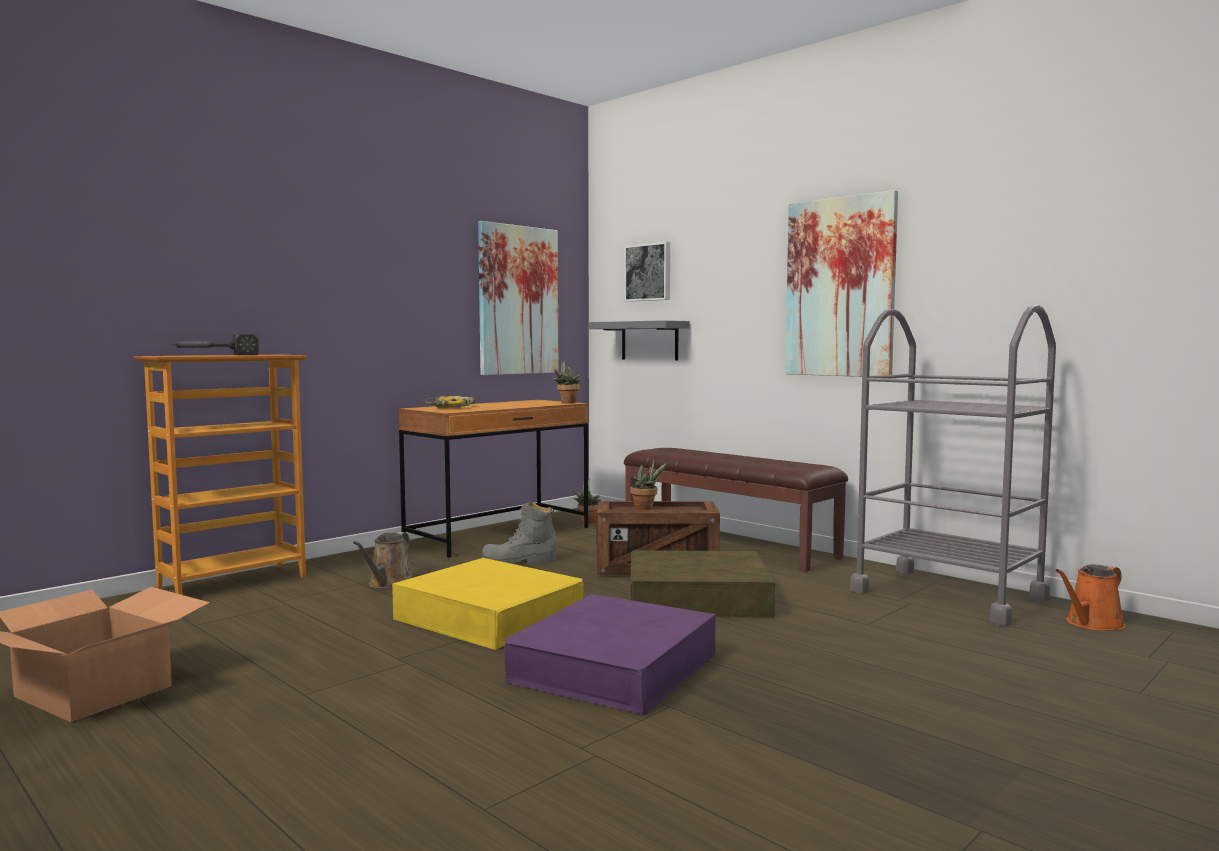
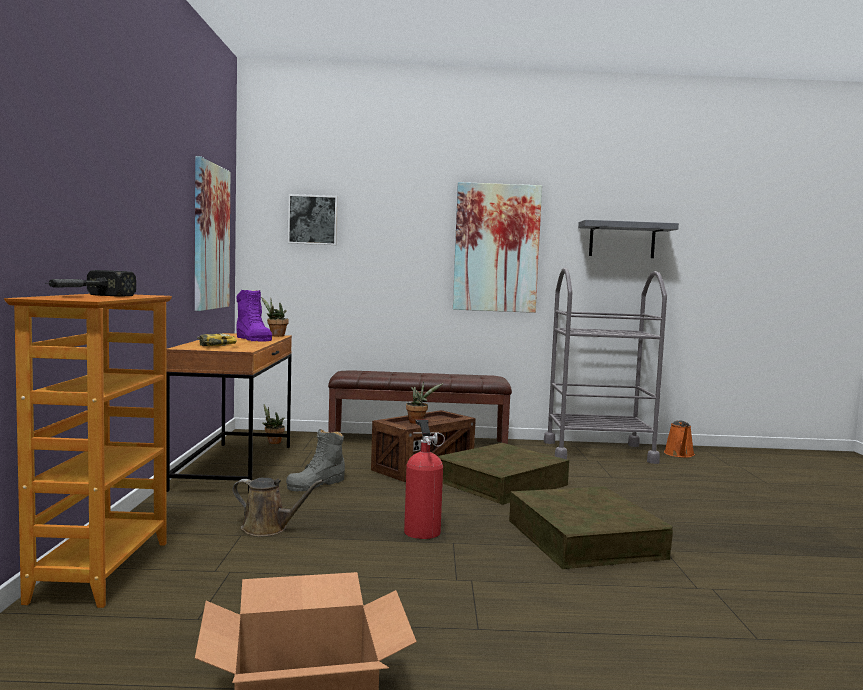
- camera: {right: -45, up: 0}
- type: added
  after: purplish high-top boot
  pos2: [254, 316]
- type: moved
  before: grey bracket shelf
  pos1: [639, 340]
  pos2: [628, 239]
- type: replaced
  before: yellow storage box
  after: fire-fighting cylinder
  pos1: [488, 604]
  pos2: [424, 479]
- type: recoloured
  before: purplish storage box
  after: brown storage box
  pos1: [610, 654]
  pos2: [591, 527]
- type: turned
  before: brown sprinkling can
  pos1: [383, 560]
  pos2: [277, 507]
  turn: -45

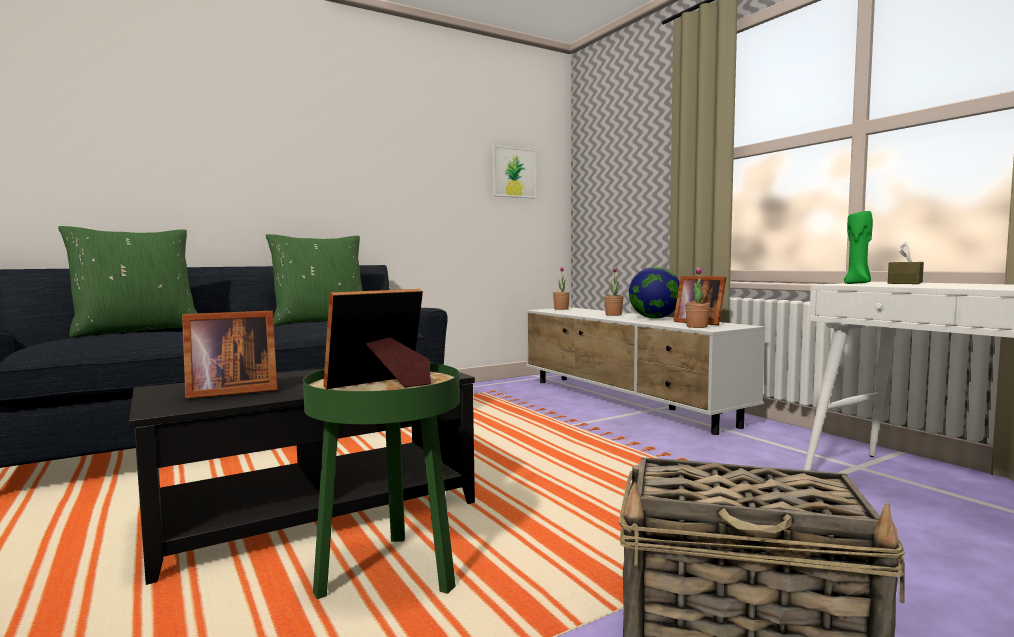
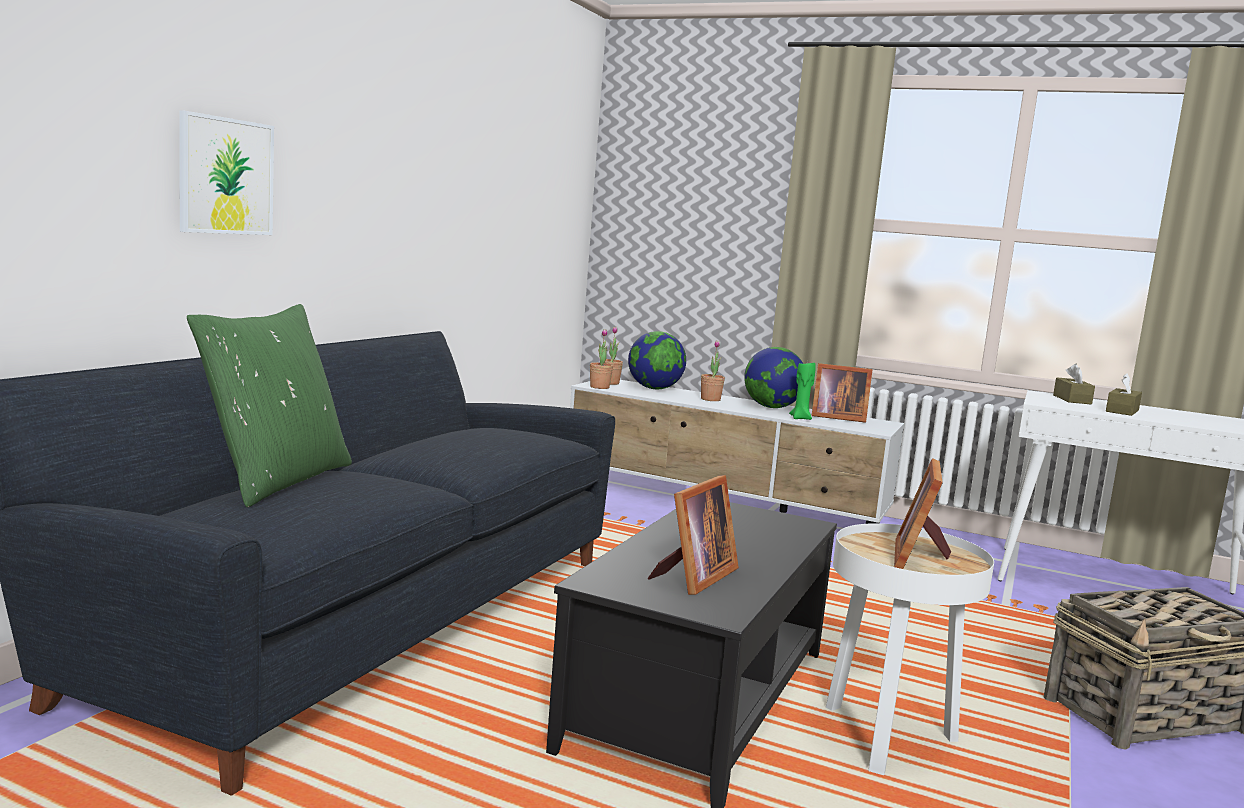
- camera: {right: -35, up: 5}
- type: removed
  before: green-coloured throw pillow
  pos1: [314, 280]
- type: added
  after: desk globe
  pos2: [657, 360]
- type: added
  after: brown tissue holder
  pos2: [1124, 394]
- type: moved
  before: wall art
  pos1: [513, 171]
  pos2: [226, 172]
- type: moved
  before: houseplant
  pos1: [697, 297]
  pos2: [601, 359]
- type: moved
  before: green-coloured wax light
  pos1: [858, 247]
  pos2: [802, 391]
- type: recoloured
  before: green-coloured end table
  after: white-coloured end table
  pos1: [381, 481]
  pos2: [910, 649]

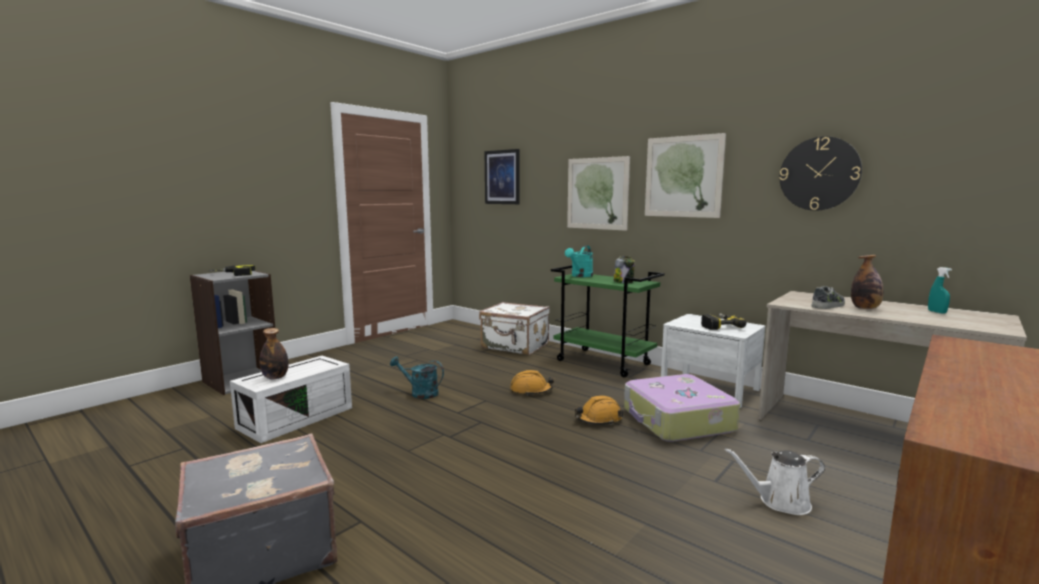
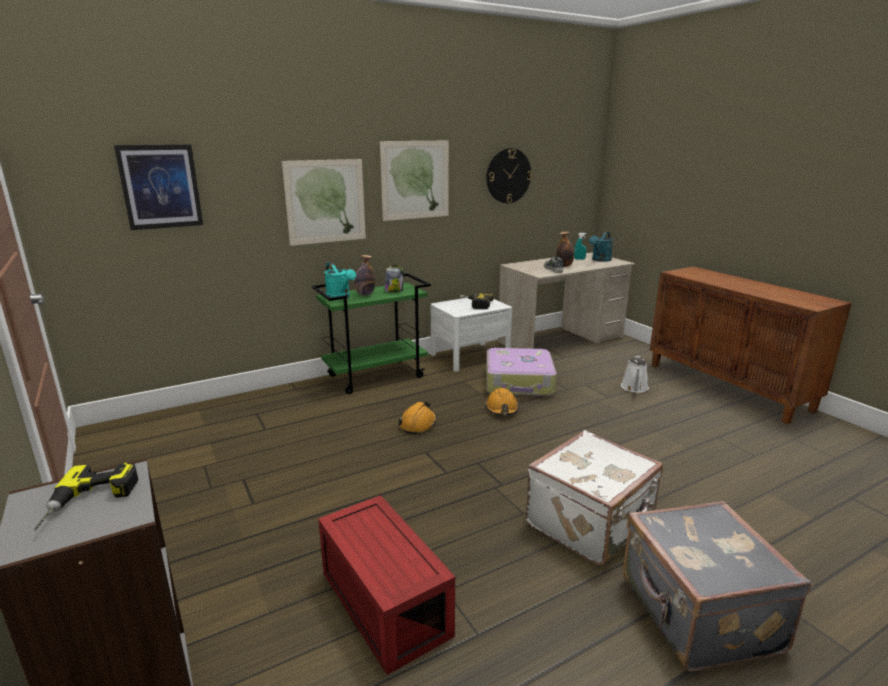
- camera: {right: -70, up: 10}
- type: moved
  before: drink bottle
  pos1: [274, 353]
  pos2: [365, 275]
- type: moved
  before: turquoise sprinkling can
  pos1: [417, 377]
  pos2: [601, 247]
- type: moved
  before: white-coloured travel case
  pos1: [514, 328]
  pos2: [594, 497]
- type: recoloured
  before: white-coloured storage box
  after: reddish storage box
  pos1: [291, 399]
  pos2: [386, 585]

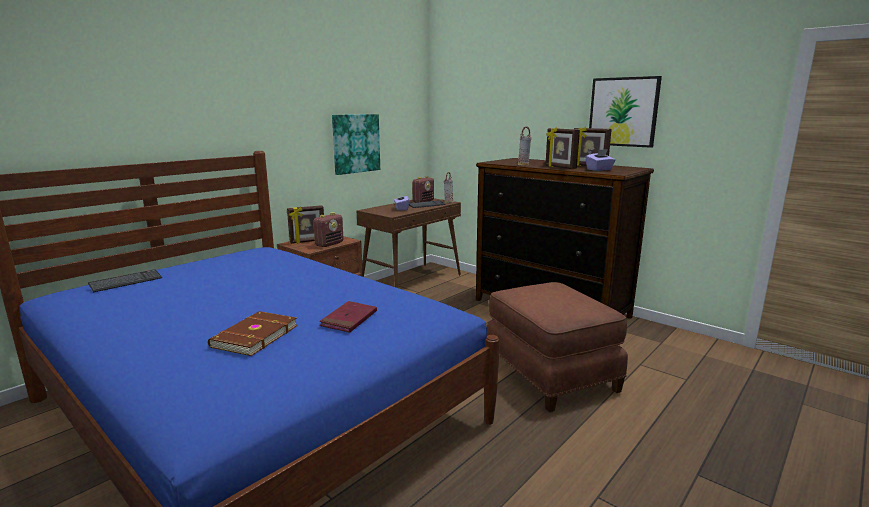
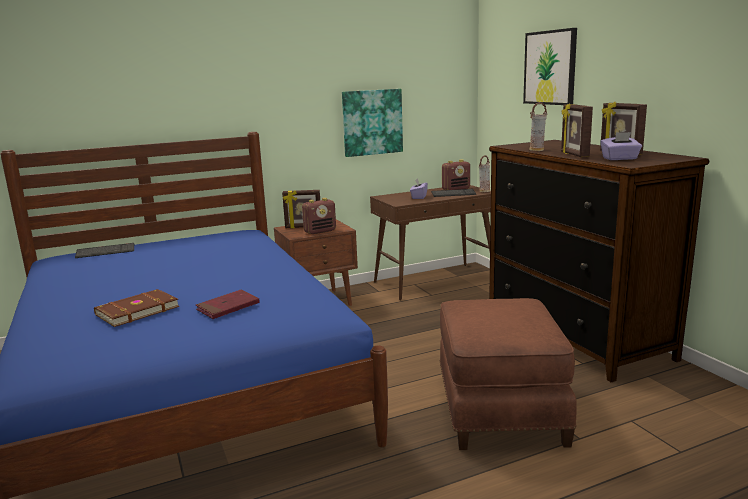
- camera: {right: 25, up: 0}
- type: moved
  before: wall art
  pos1: [625, 112]
  pos2: [550, 66]

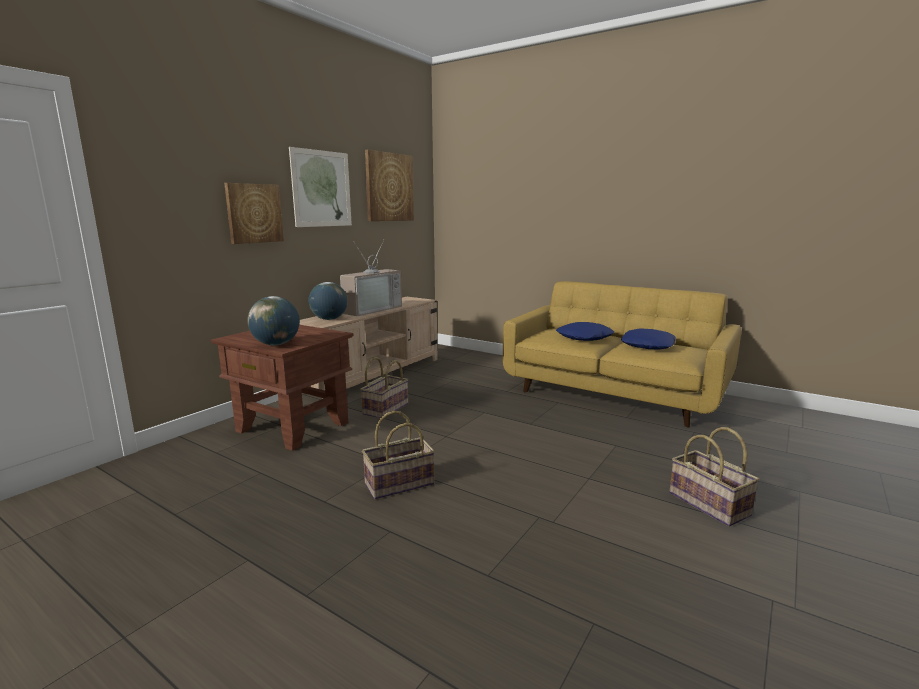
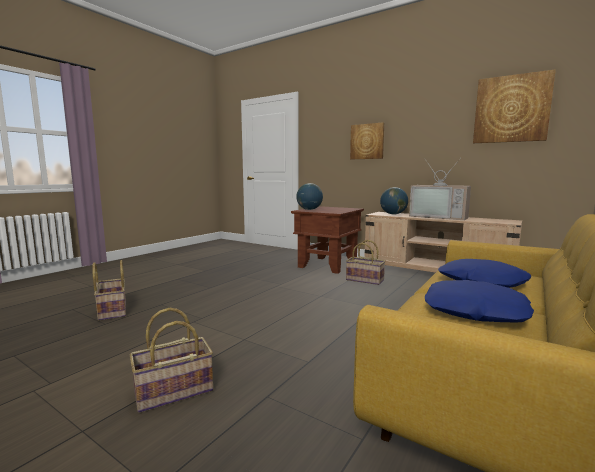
- camera: {right: 90, up: -5}
- type: removed
  before: wall art
  pos1: [320, 187]
- type: moved
  before: household basket
  pos1: [398, 455]
  pos2: [109, 290]

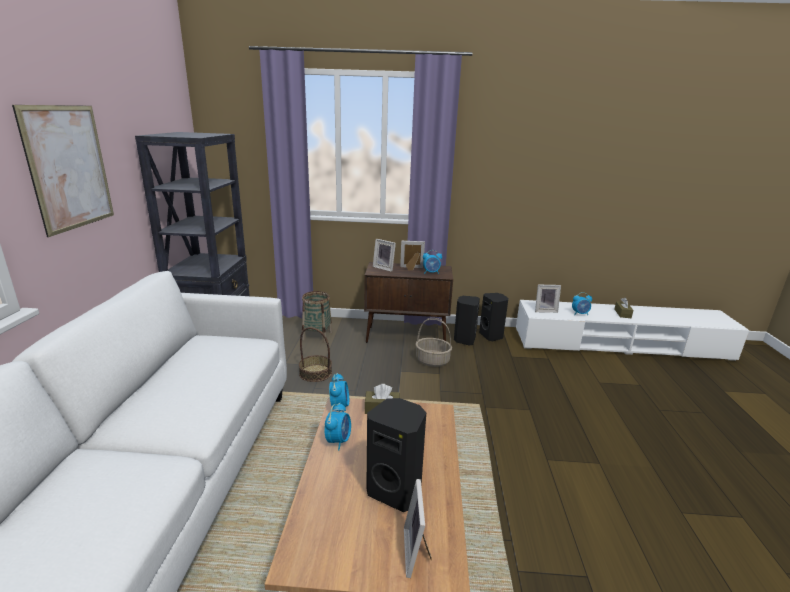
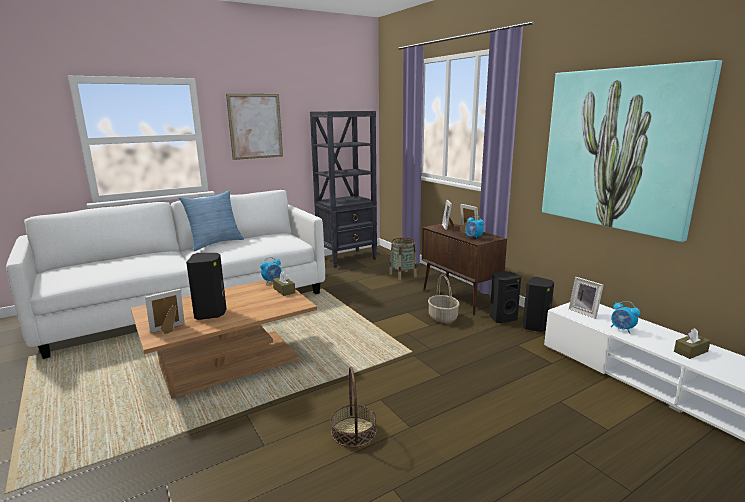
- camera: {right: 55, up: -5}
- type: removed
  before: bedside clock
  pos1: [337, 426]
- type: added
  after: throw pillow
  pos2: [211, 220]
- type: added
  after: wall art
  pos2: [632, 151]
- type: moved
  before: household basket
  pos1: [315, 354]
  pos2: [353, 407]

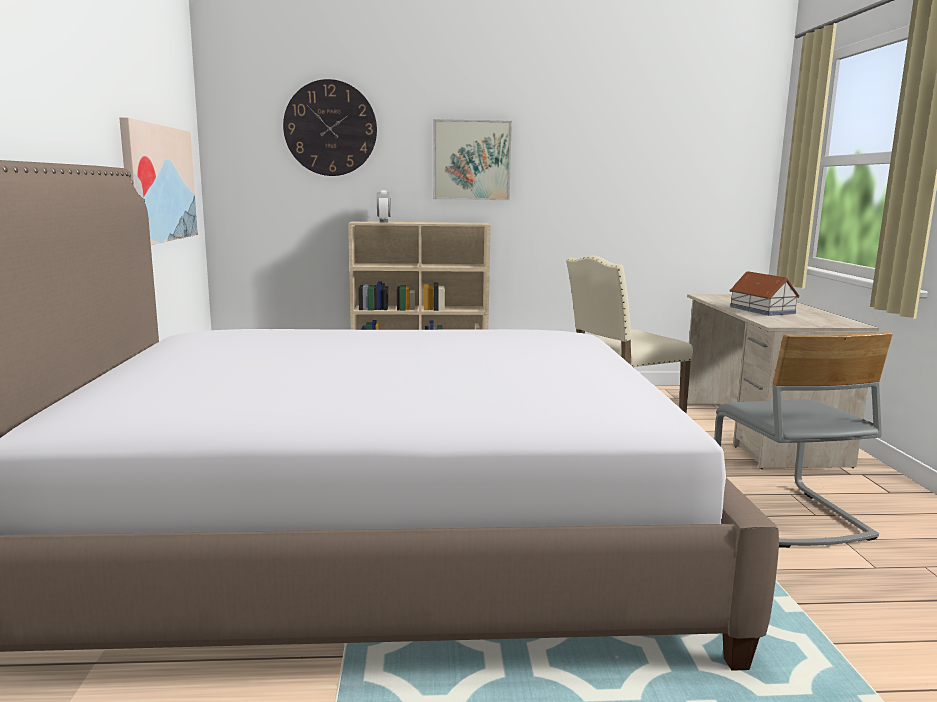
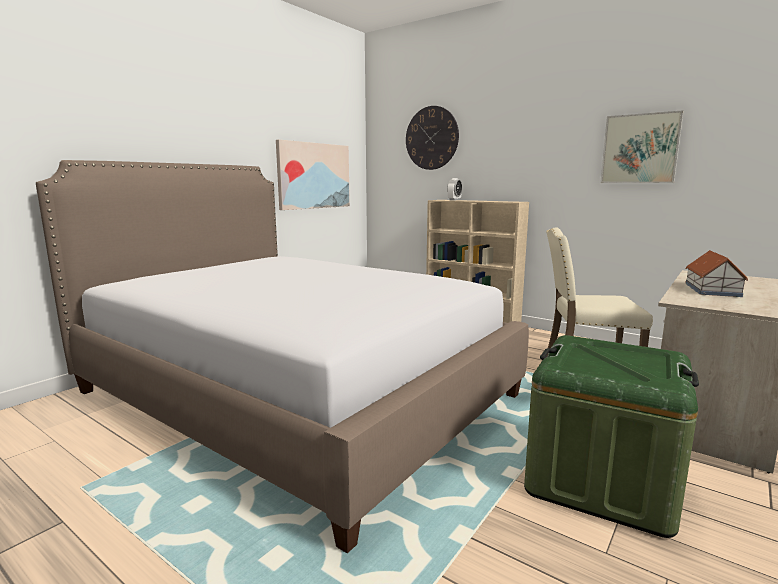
- camera: {right: 40, up: 0}
- type: moved
  before: wall art
  pos1: [472, 159]
  pos2: [642, 147]
- type: replaced
  before: grey upright chair
  after: green-coloured storage box
  pos1: [803, 440]
  pos2: [611, 436]

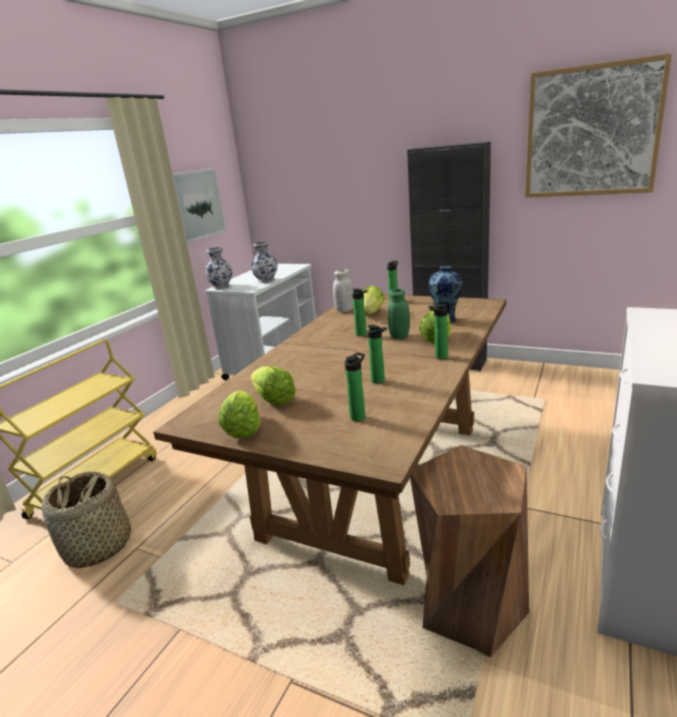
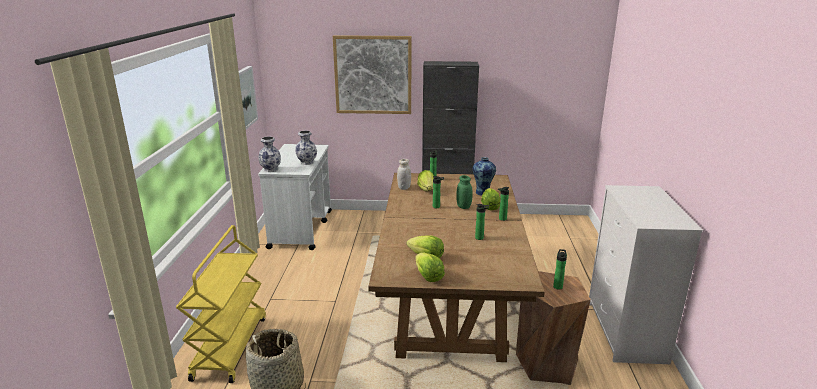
- camera: {right: -25, up: 0}
- type: moved
  before: drink bottle
  pos1: [355, 386]
  pos2: [560, 269]
- type: moved
  before: wall art
  pos1: [598, 125]
  pos2: [372, 74]

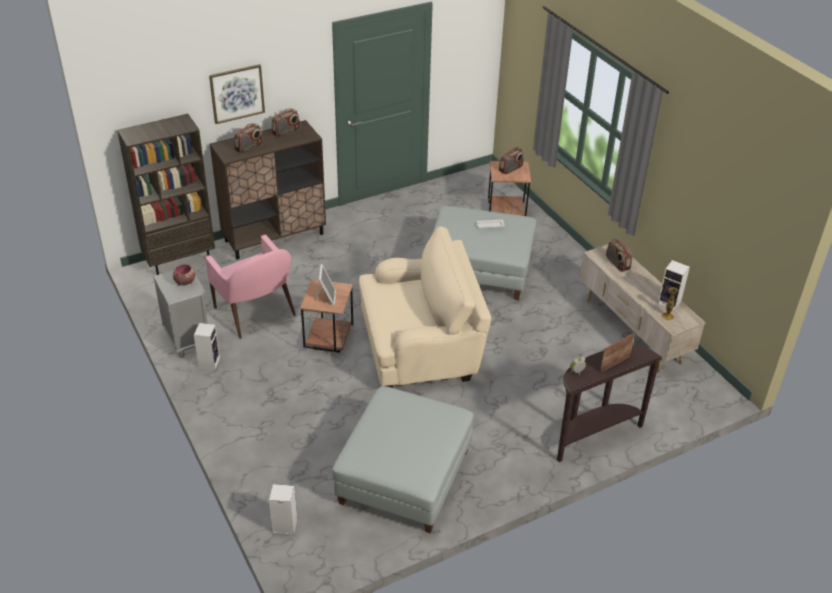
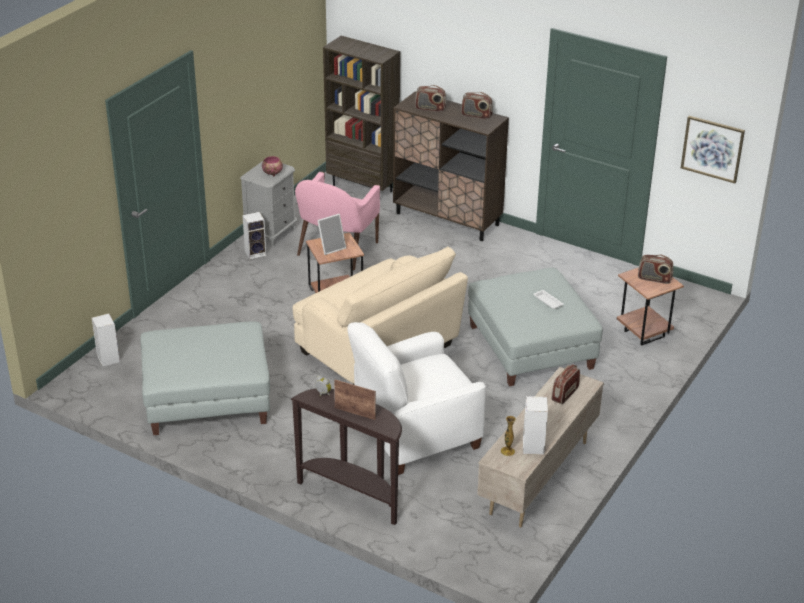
- camera: {right: 60, up: -5}
- type: added
  after: white-coloured armchair
  pos2: [416, 398]
- type: moved
  before: wall art
  pos1: [237, 94]
  pos2: [713, 149]

